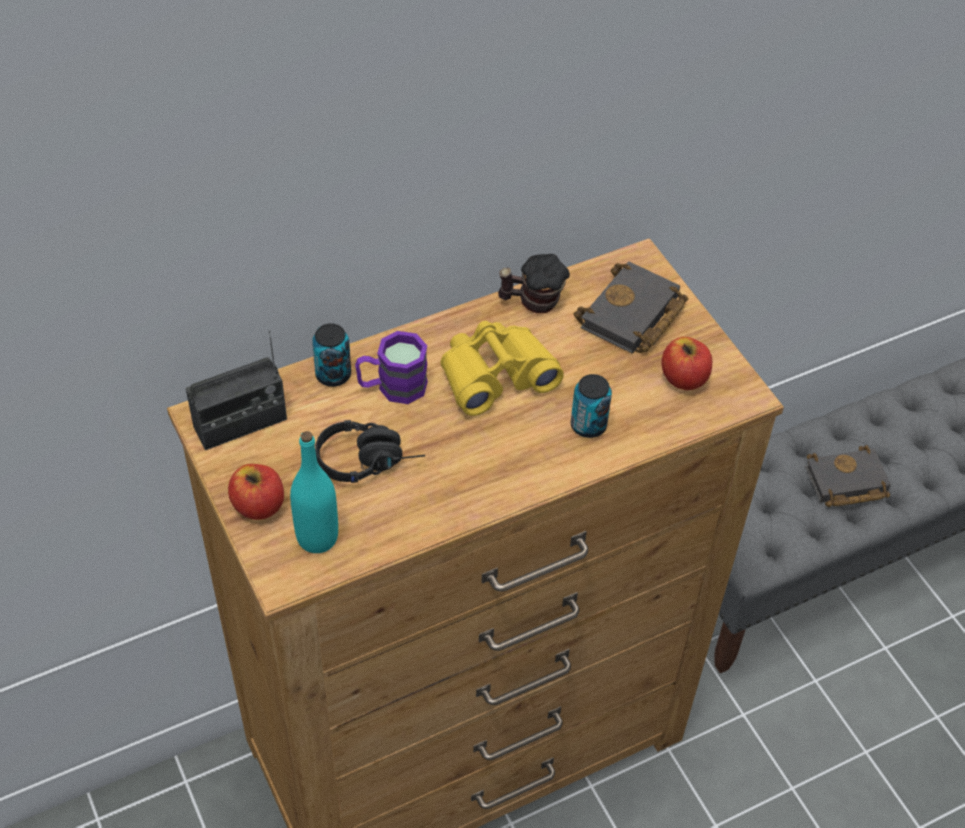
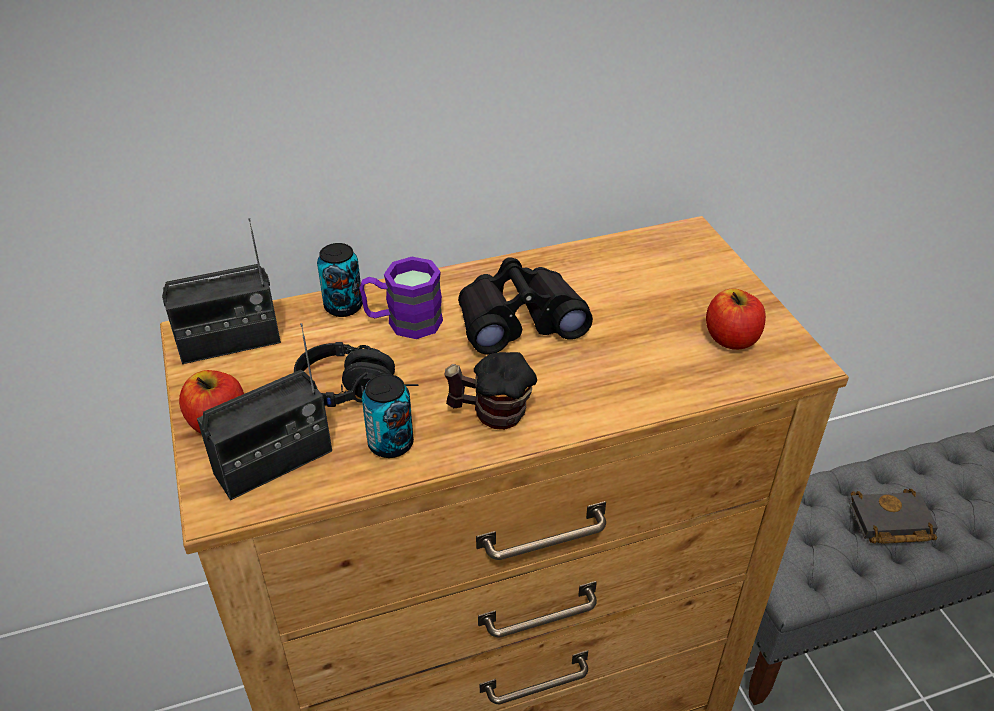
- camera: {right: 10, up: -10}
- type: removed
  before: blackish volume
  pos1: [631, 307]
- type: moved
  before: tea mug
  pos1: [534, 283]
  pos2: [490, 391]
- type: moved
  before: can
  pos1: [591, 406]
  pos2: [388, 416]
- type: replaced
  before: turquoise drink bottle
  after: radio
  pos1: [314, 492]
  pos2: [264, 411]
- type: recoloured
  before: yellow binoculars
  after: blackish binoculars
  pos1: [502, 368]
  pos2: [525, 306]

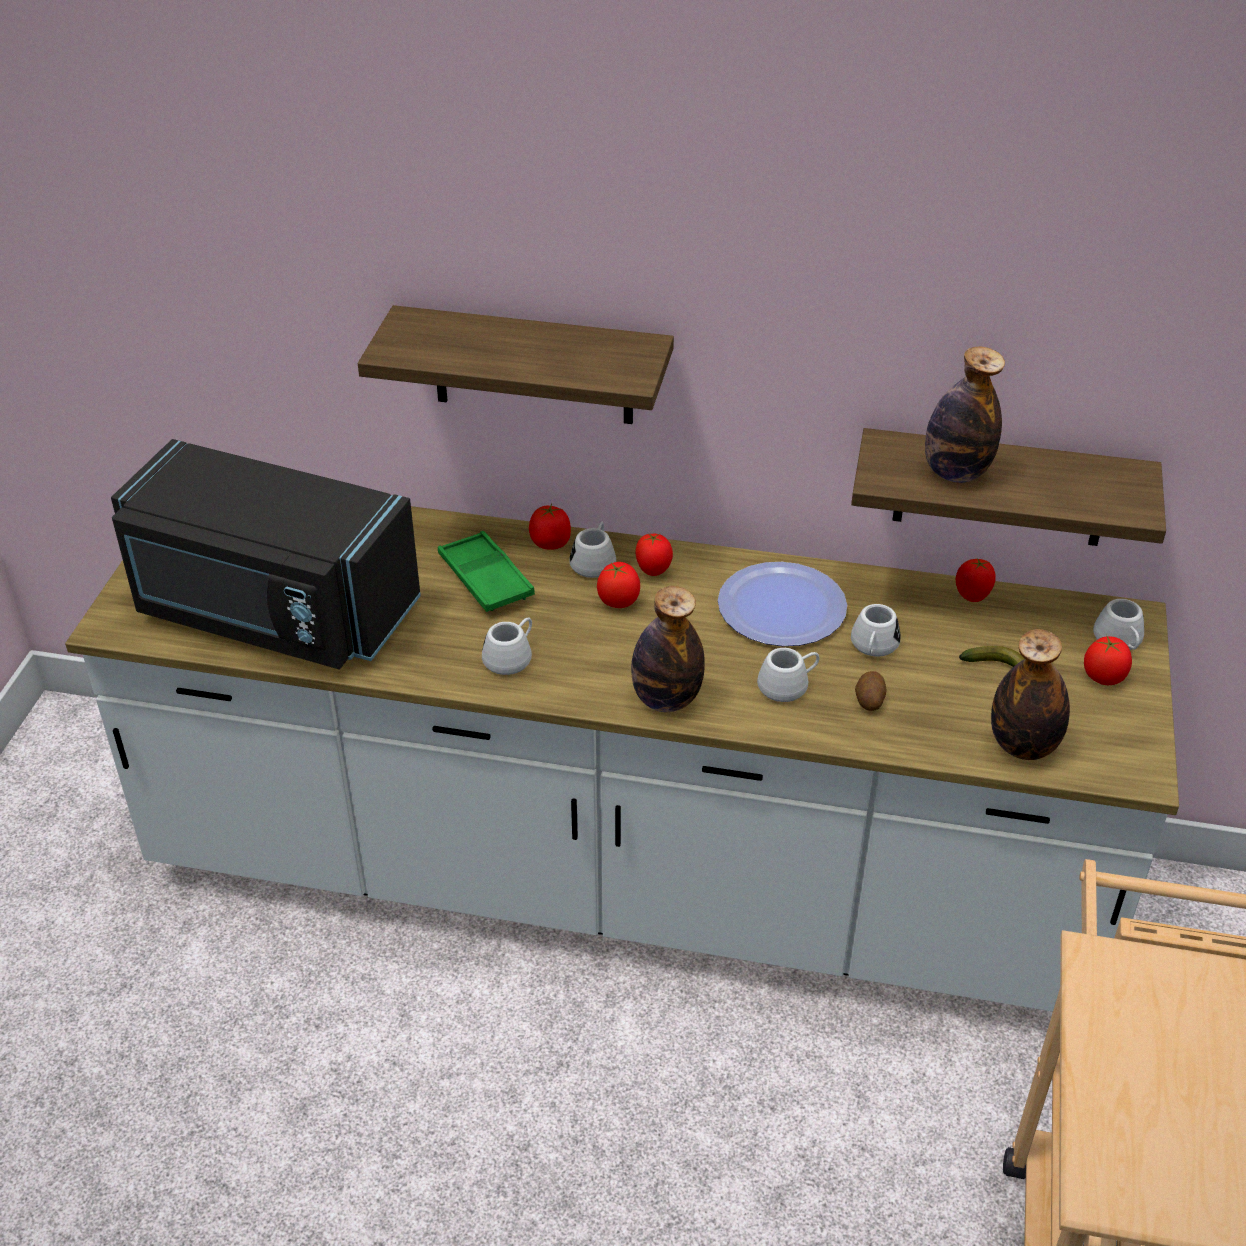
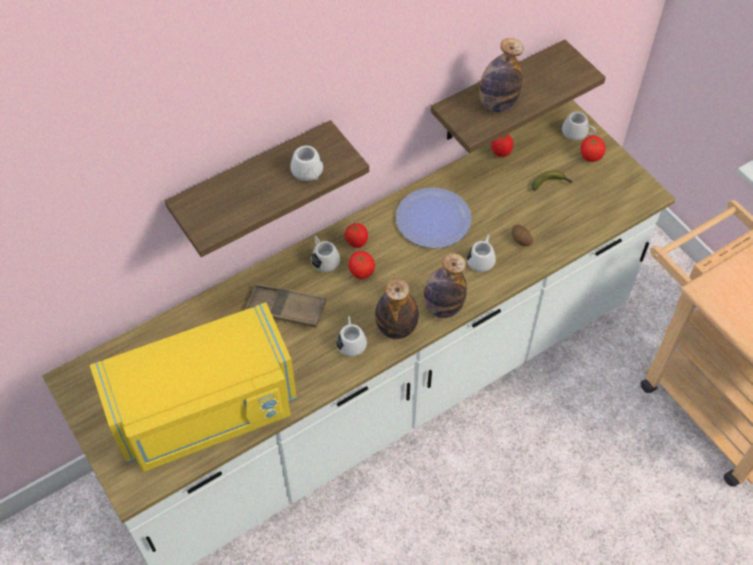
- camera: {right: -45, up: 15}
- type: removed
  before: whole tomato
  pos1: [550, 527]
- type: moved
  before: white-coloured tea mug
  pos1: [876, 630]
  pos2: [306, 163]
- type: moved
  before: drink bottle
  pos1: [1030, 694]
  pos2: [397, 308]
- type: recoloured
  before: blackish microwave oven
  after: yellow microwave oven
  pos1: [266, 554]
  pos2: [193, 387]
- type: recoloured
  before: green-coloured serving tray
  after: brown serving tray
  pos1: [486, 571]
  pos2: [285, 305]

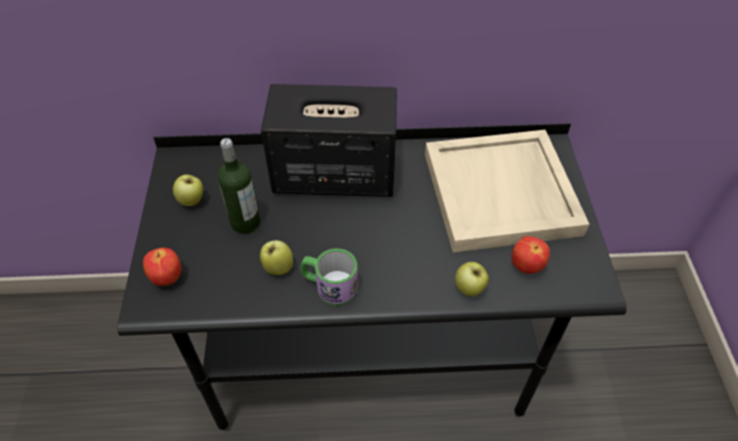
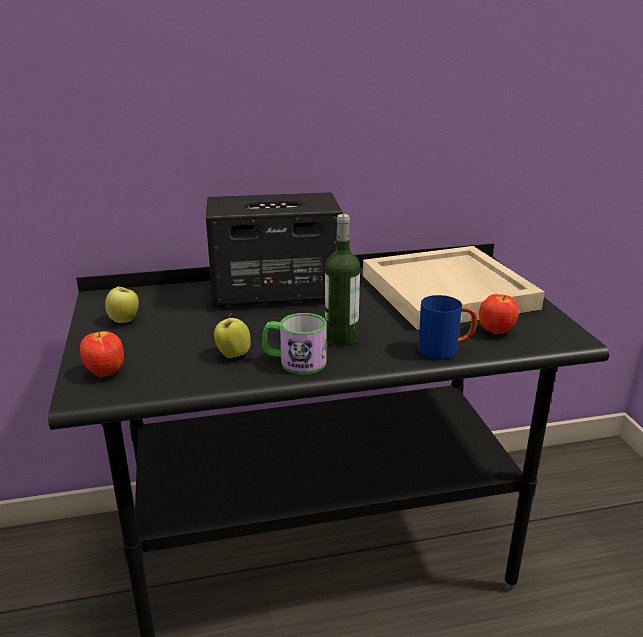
- camera: {right: -10, up: -25}
- type: moved
  before: drink bottle
  pos1: [239, 186]
  pos2: [342, 280]
- type: replaced
  before: apple fruit
  after: bluish tea mug
  pos1: [472, 279]
  pos2: [447, 327]

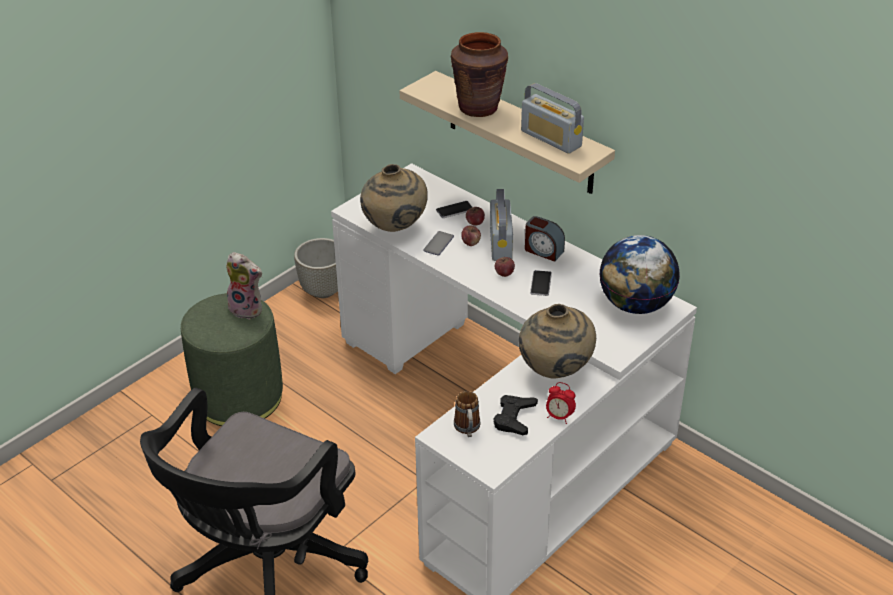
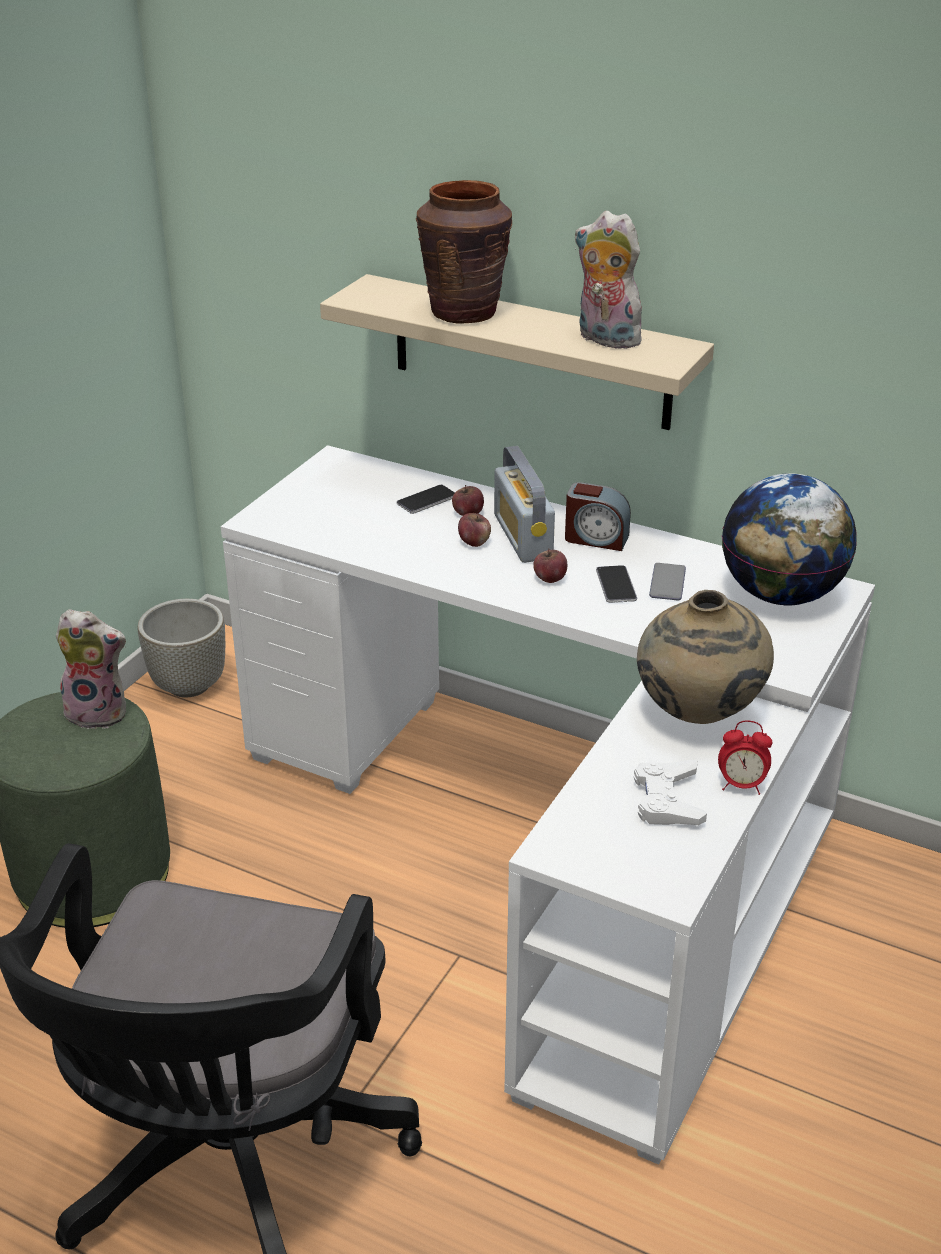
- camera: {right: -15, up: -5}
- type: removed
  before: sand-coloured vase
  pos1: [394, 198]
- type: removed
  before: tea mug
  pos1: [467, 414]
- type: moved
  before: telephone
  pos1: [438, 243]
  pos2: [667, 581]
- type: replaced
  before: radio
  after: plush toy
  pos1: [552, 118]
  pos2: [609, 280]
- type: recoloured
  before: blackish gamepad
  after: white-coloured gamepad
  pos1: [516, 415]
  pos2: [670, 792]

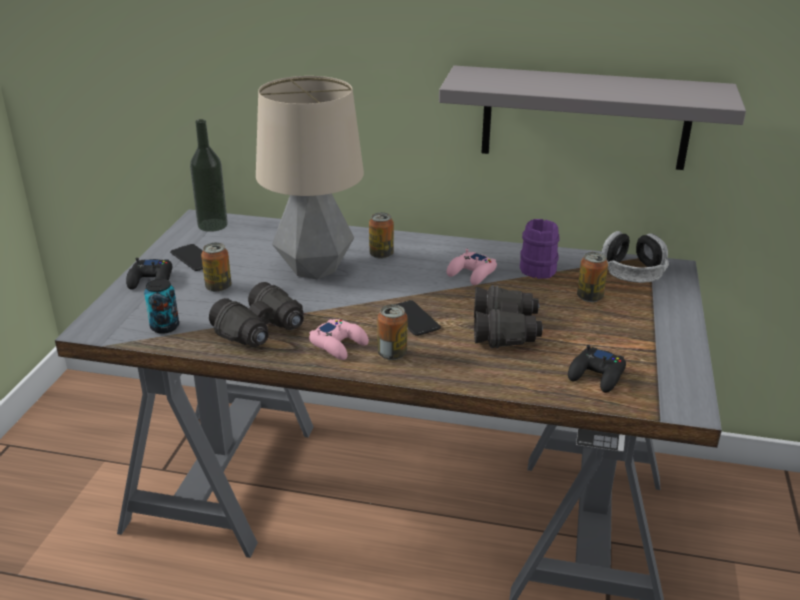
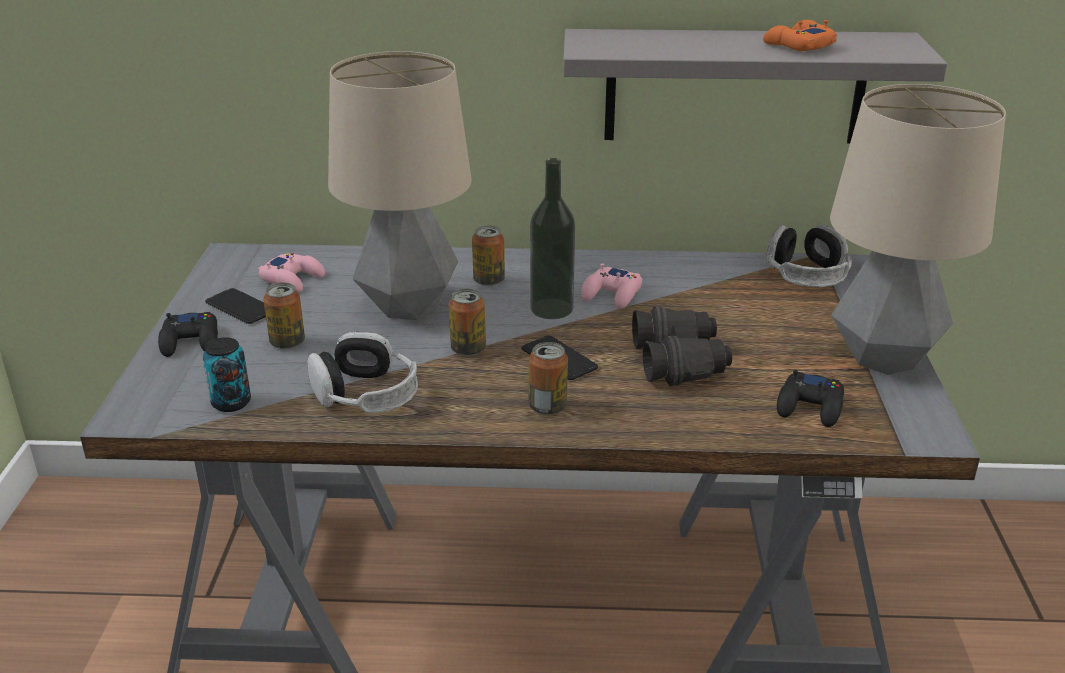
- camera: {right: -10, up: 0}
- type: removed
  before: purplish tea mug
  pos1: [540, 249]
- type: added
  after: orangey gamepad
  pos2: [800, 35]
- type: added
  after: lamp for a table
  pos2: [918, 229]
- type: moved
  before: drink bottle
  pos1: [209, 175]
  pos2: [552, 238]
- type: moved
  before: pinkish gamepad
  pos1: [339, 339]
  pos2: [291, 272]
- type: moved
  before: can
  pos1: [592, 277]
  pos2: [467, 322]
- type: replaced
  before: blackish binoculars
  after: headphones
  pos1: [256, 314]
  pos2: [362, 372]

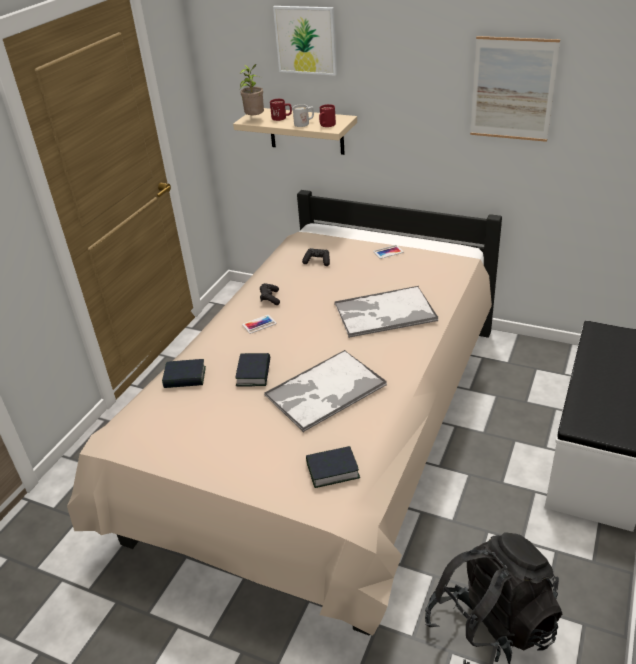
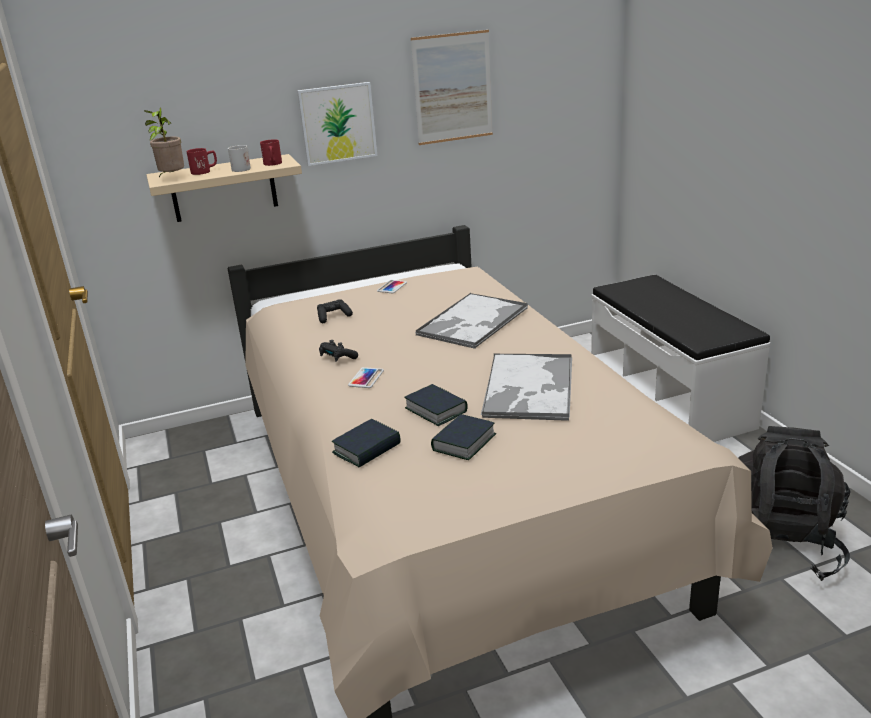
- camera: {right: -45, up: -10}
- type: moved
  before: wall art
  pos1: [305, 41]
  pos2: [337, 124]
- type: moved
  before: volume
  pos1: [333, 467]
  pos2: [463, 437]

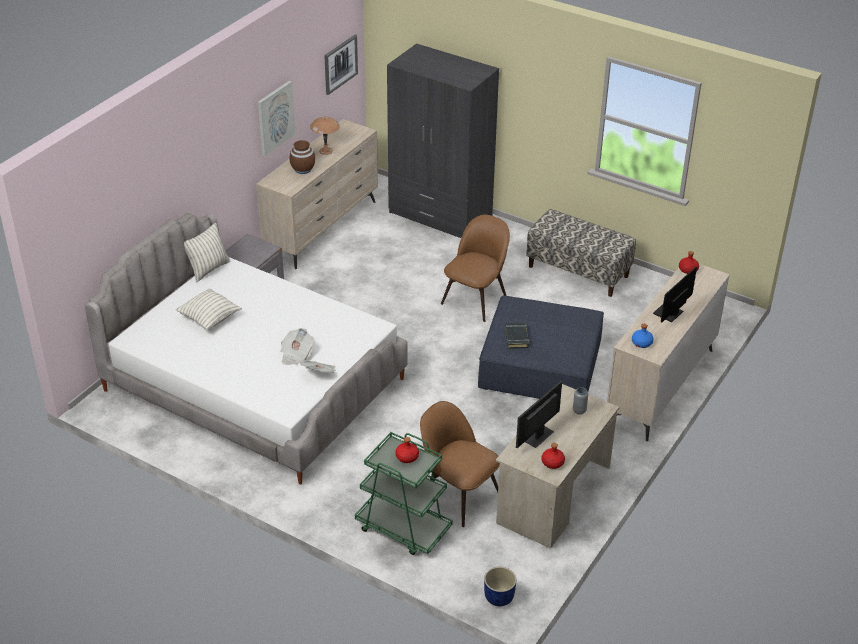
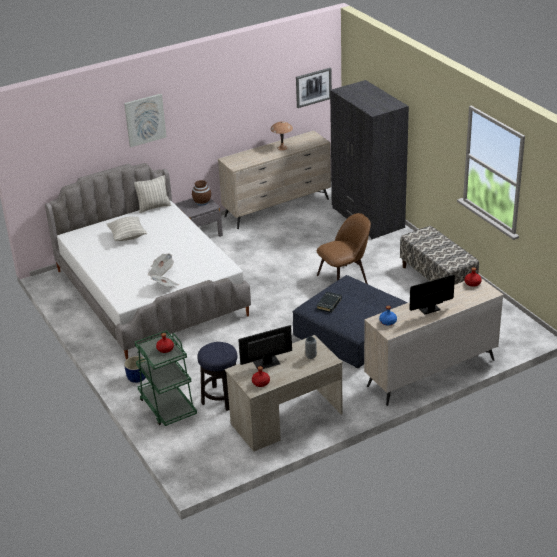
- camera: {right: 30, up: -5}
- type: moved
  before: wall art
  pos1: [276, 118]
  pos2: [145, 120]
- type: moved
  before: brown vase
  pos1: [302, 157]
  pos2: [201, 193]
- type: moved
  before: bluish flower pot
  pos1: [500, 586]
  pos2: [135, 369]
- type: replaced
  before: brown upright chair
  after: stool seat
  pos1: [460, 464]
  pos2: [217, 376]

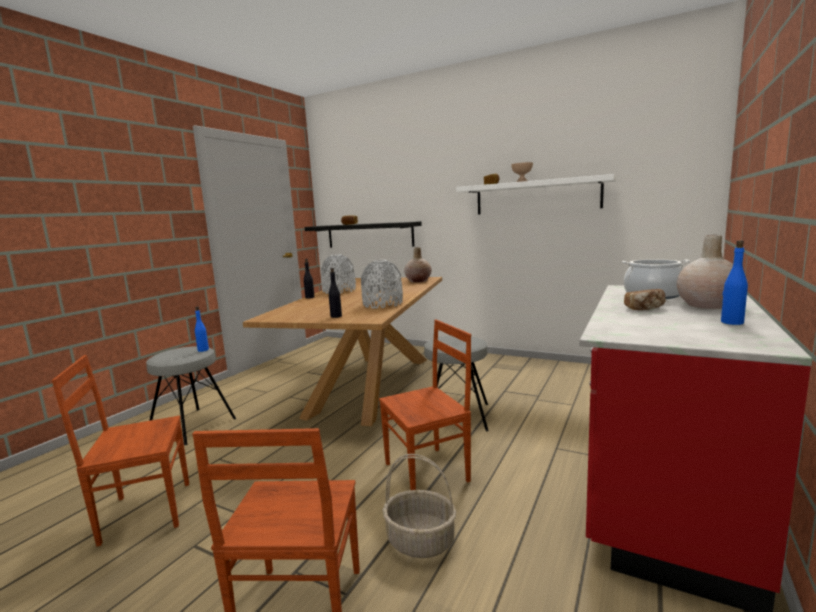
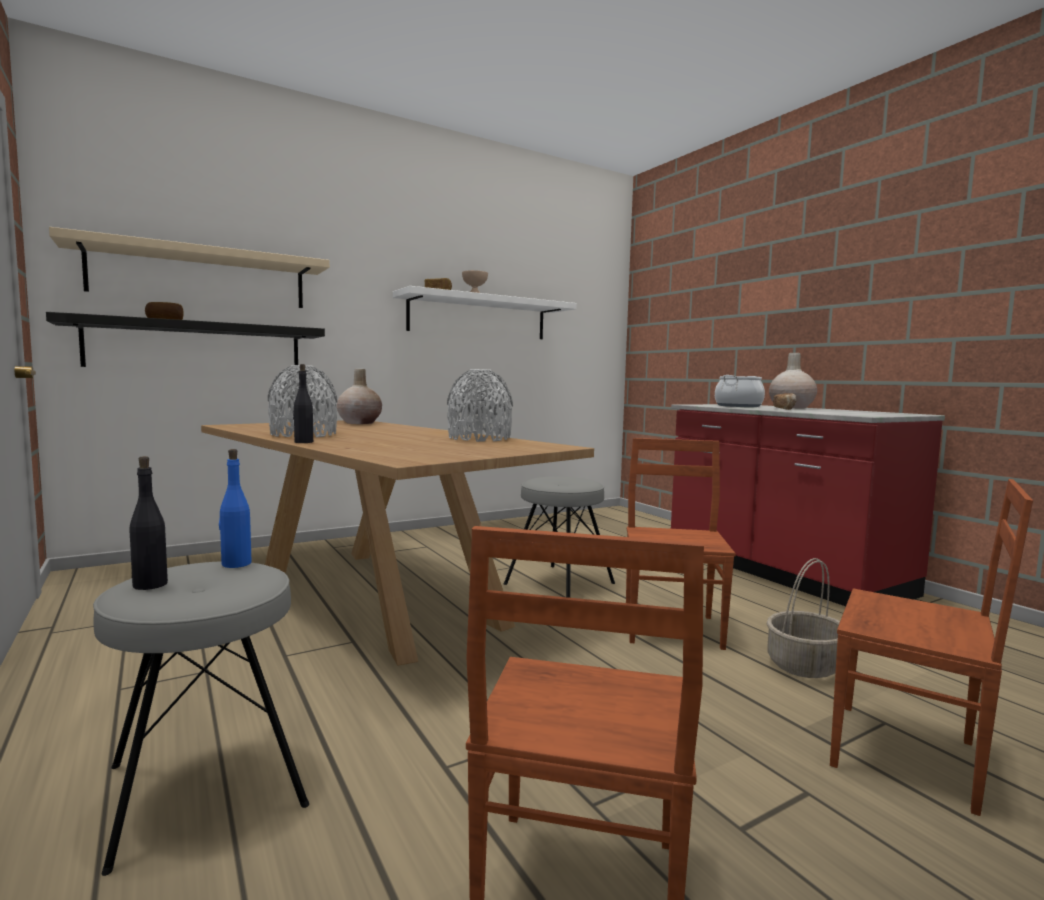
- camera: {right: -60, up: -5}
- type: removed
  before: bluish drink bottle
  pos1: [734, 282]
- type: added
  after: sand-coloured bracket shelf
  pos2: [189, 267]
- type: moved
  before: blackish drink bottle
  pos1: [335, 293]
  pos2: [149, 523]

